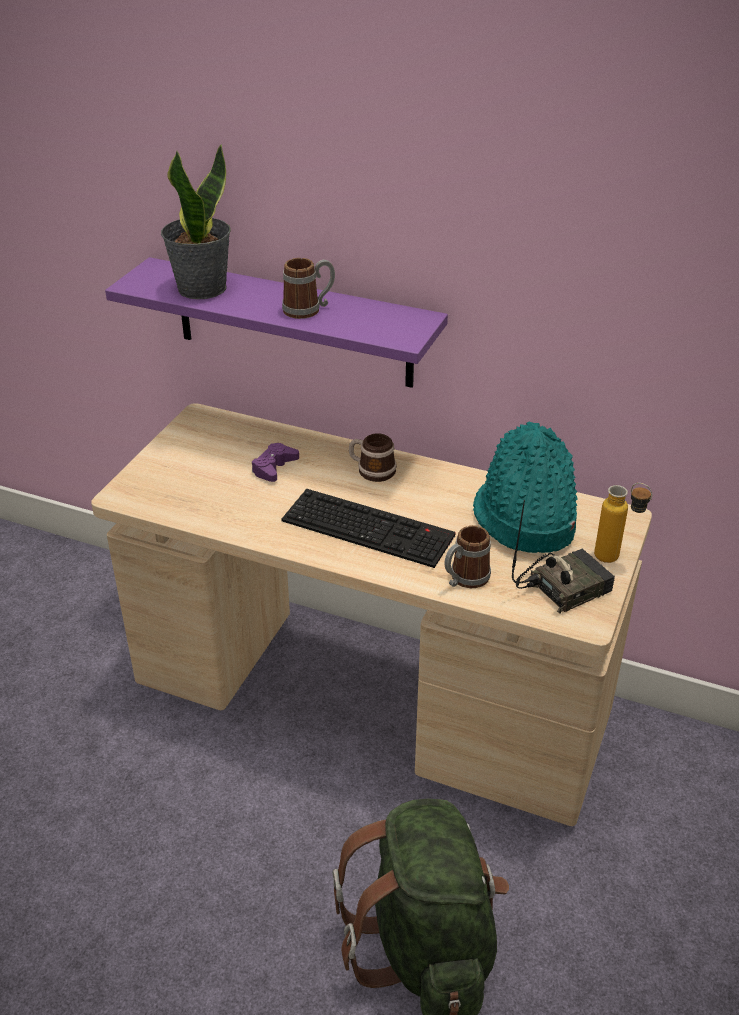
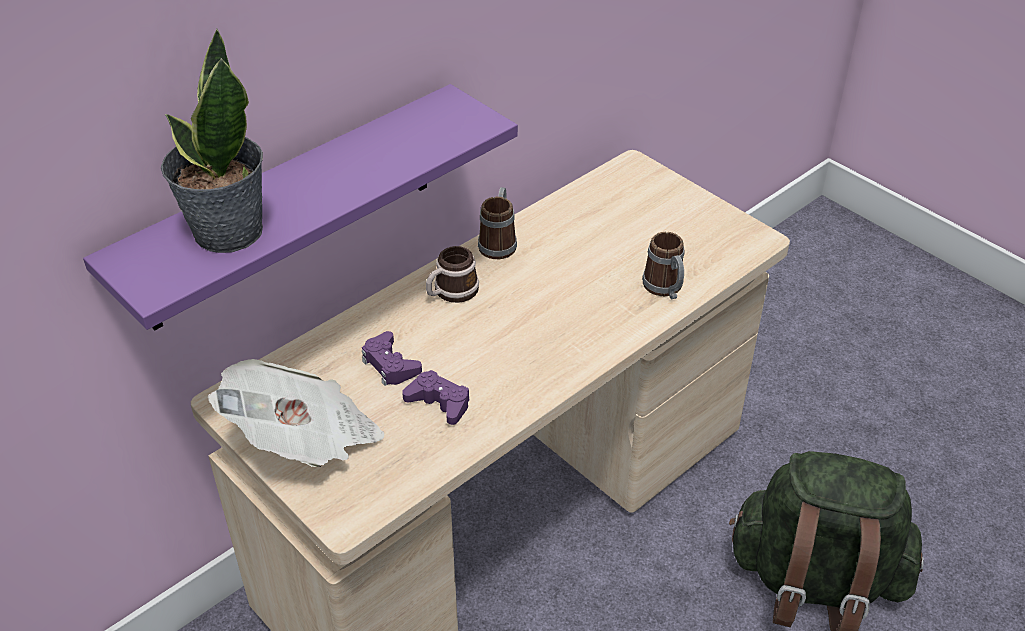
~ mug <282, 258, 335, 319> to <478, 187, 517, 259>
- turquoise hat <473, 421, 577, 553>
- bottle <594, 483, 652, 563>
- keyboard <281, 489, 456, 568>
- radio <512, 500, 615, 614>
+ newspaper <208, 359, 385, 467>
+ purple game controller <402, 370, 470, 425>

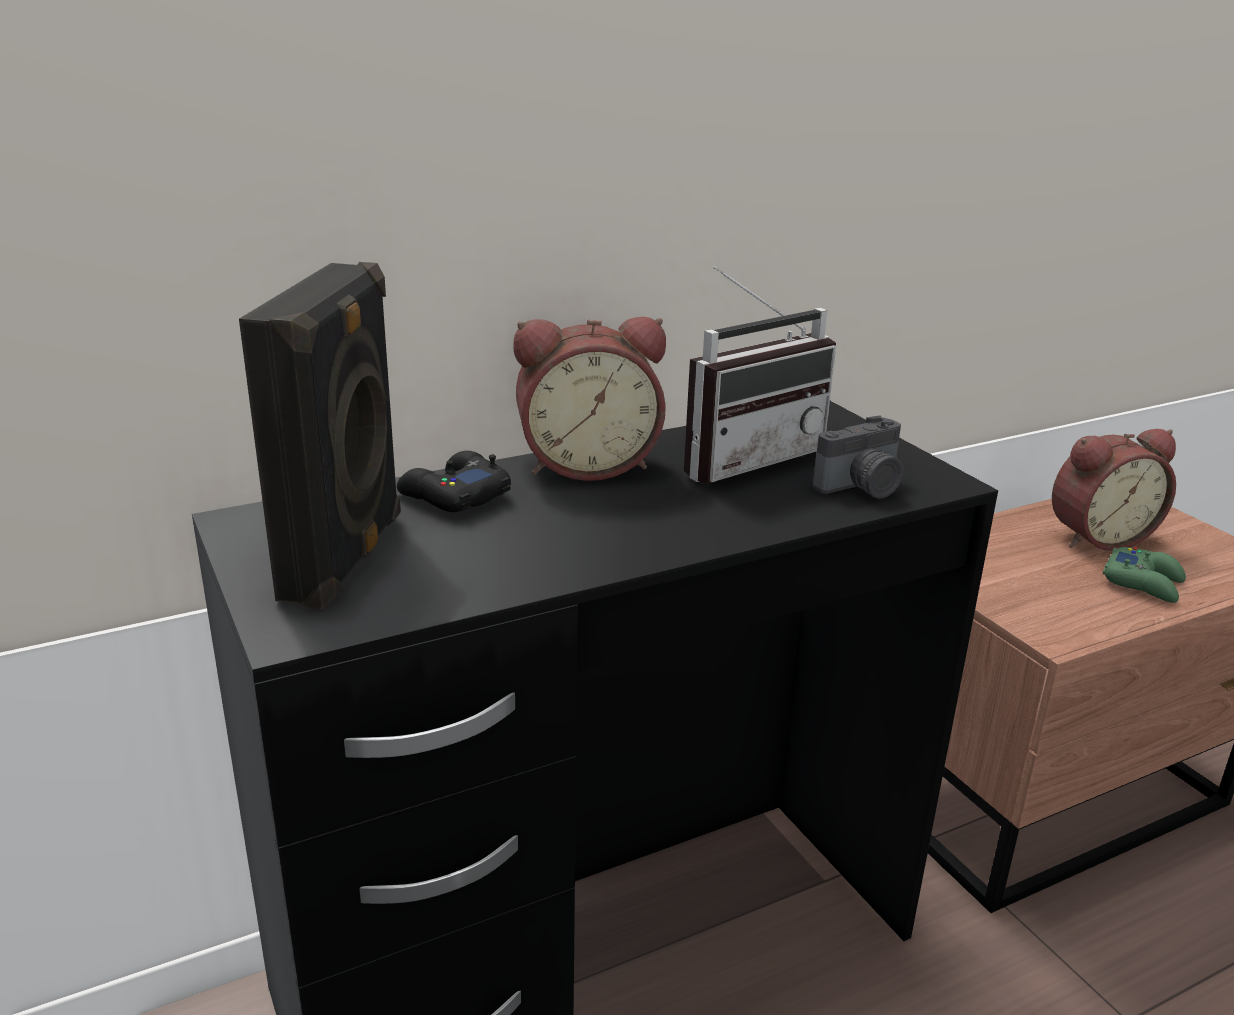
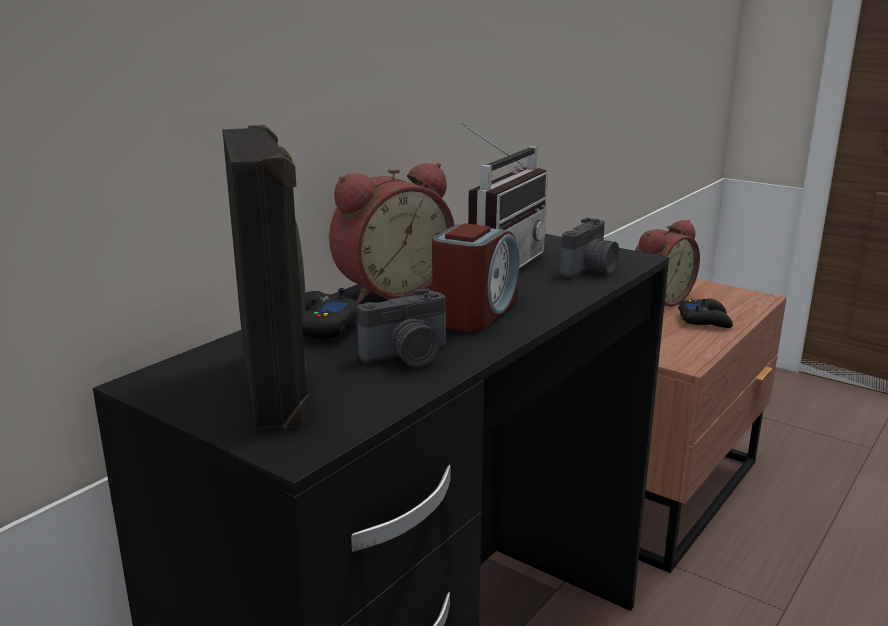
~ green game controller <1103, 547, 1186, 603> to black game controller <678, 299, 733, 328>
+ alarm clock <432, 223, 519, 332>
+ photo camera <357, 288, 446, 368>

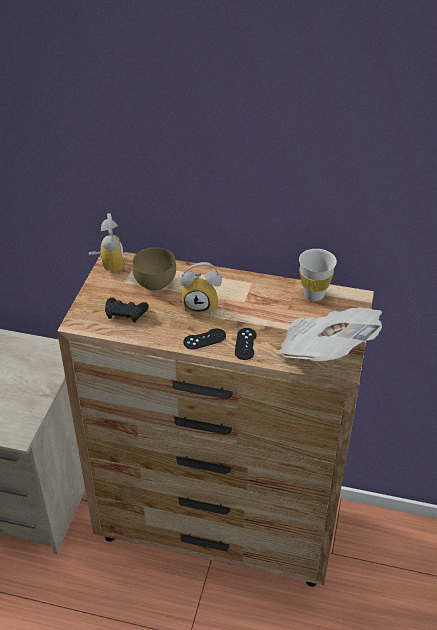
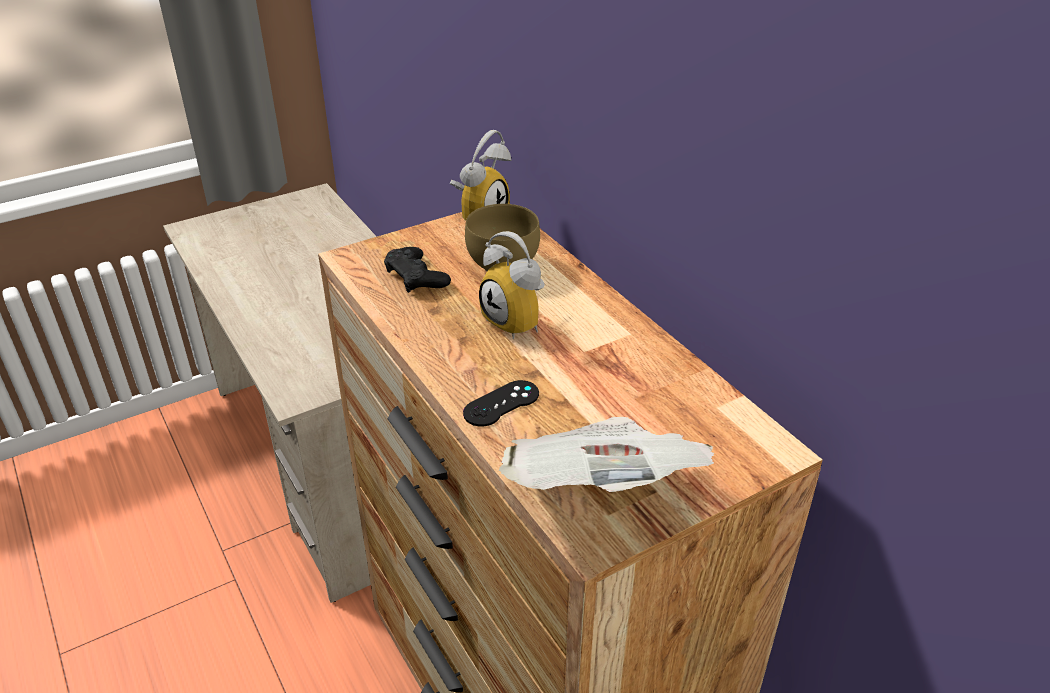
- white cup <299, 249, 337, 301>
- black game controller <183, 328, 226, 349>

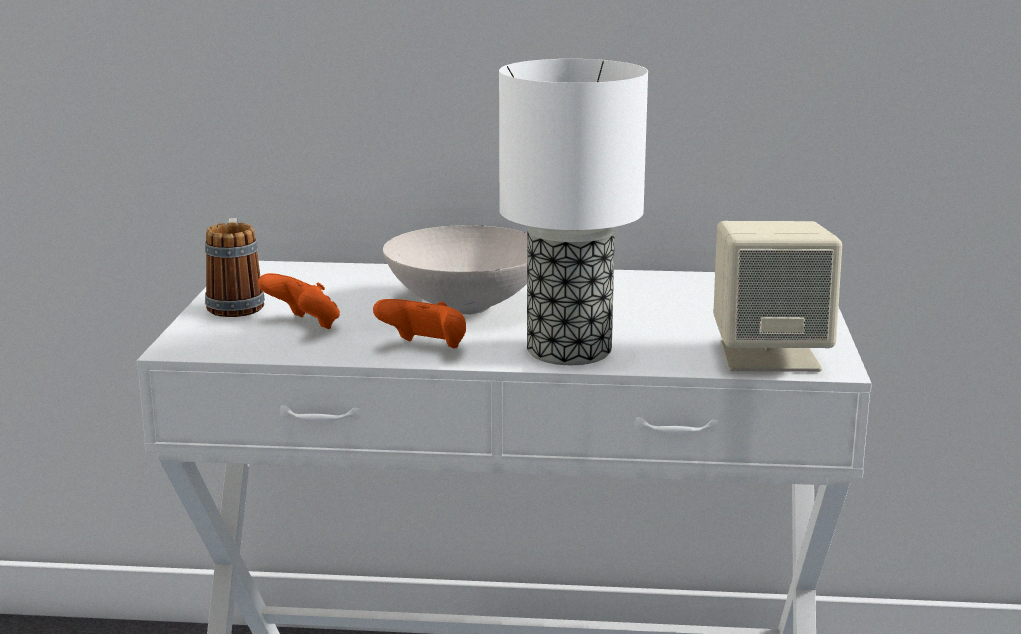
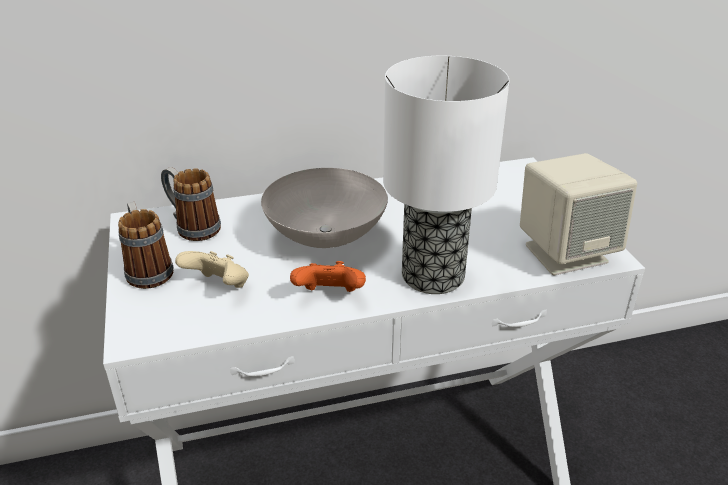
~ orange game controller <258, 273, 340, 329> to beige game controller <175, 251, 249, 288>
+ mug <161, 167, 221, 241>

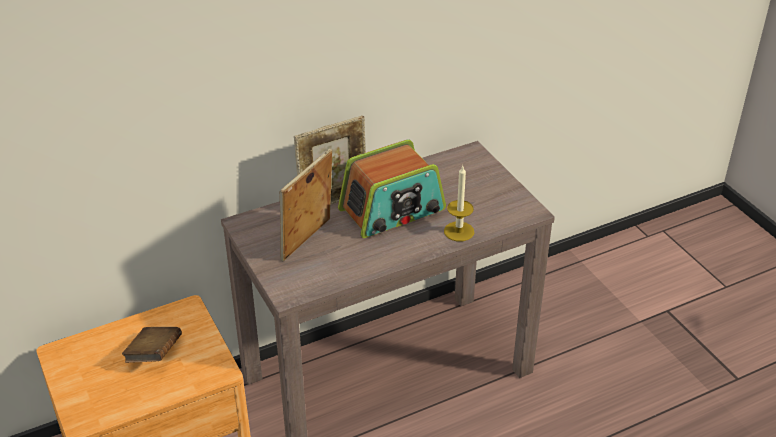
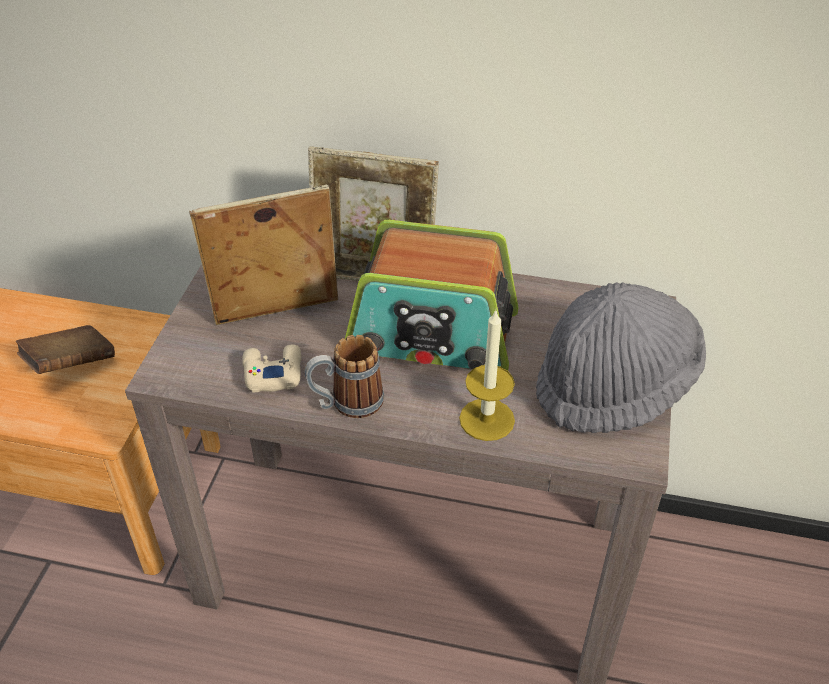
+ grey hat <536, 282, 706, 433>
+ mug <304, 335, 384, 418>
+ beige game controller <242, 344, 301, 392>

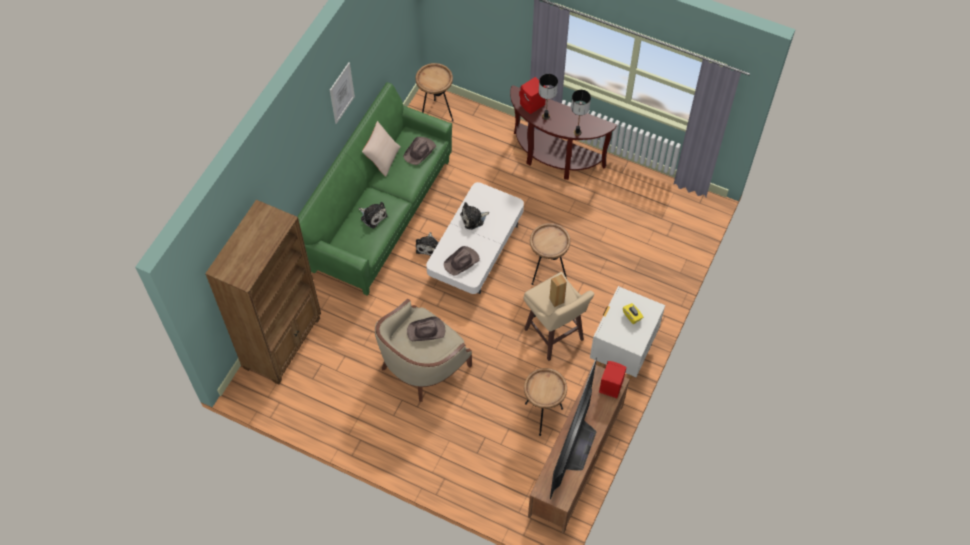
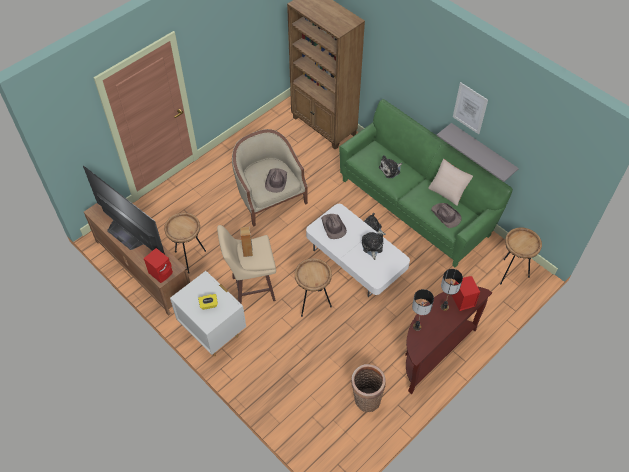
+ grey shelf <437, 123, 519, 182>
+ basket <351, 364, 386, 412>

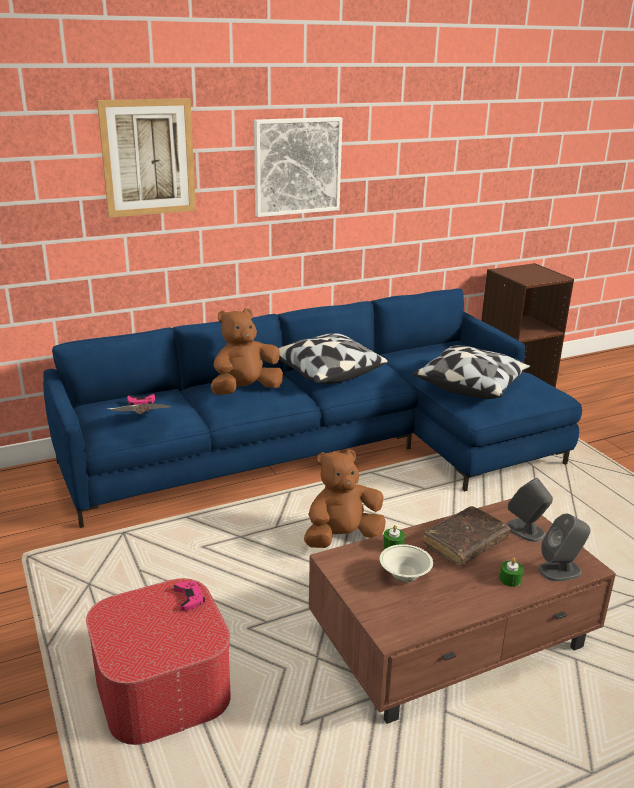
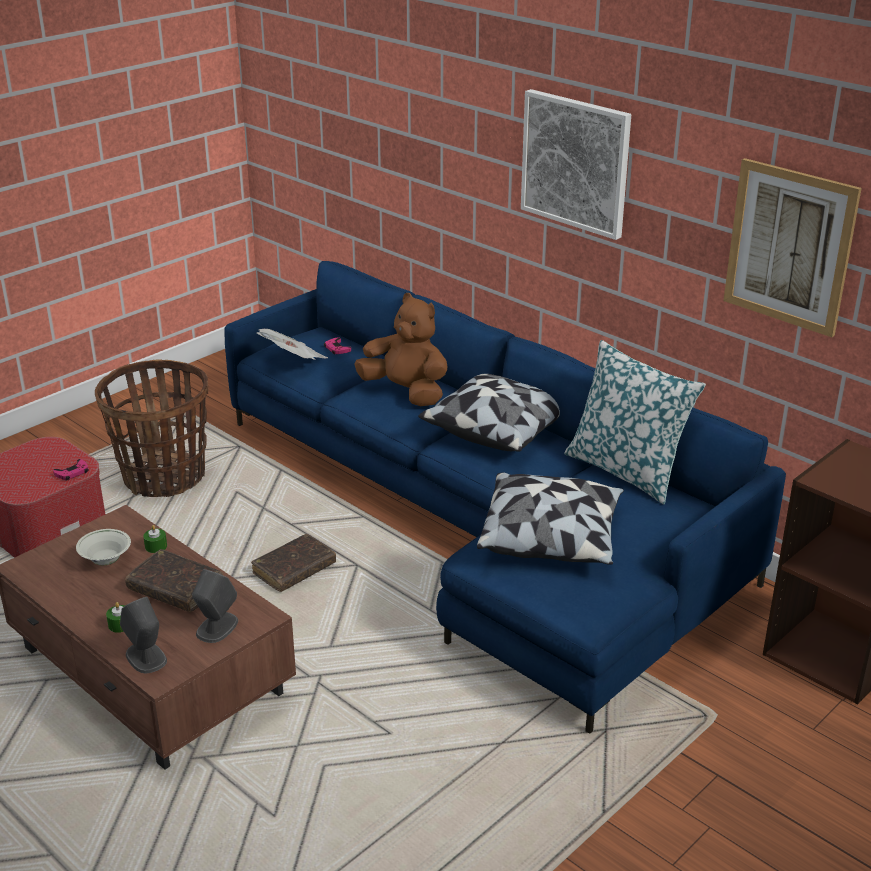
~ picture <97, 98, 196, 218> to <723, 158, 862, 337>
~ brown plush toy <304, 449, 386, 548> to brown book <251, 534, 336, 592>
+ pillow <564, 340, 706, 505>
+ basket <95, 359, 209, 497>

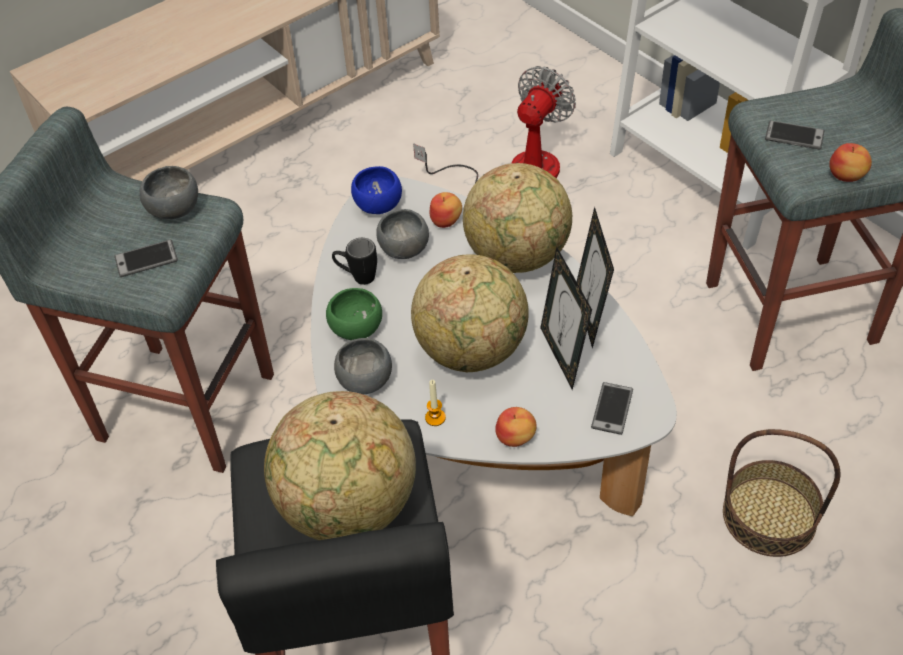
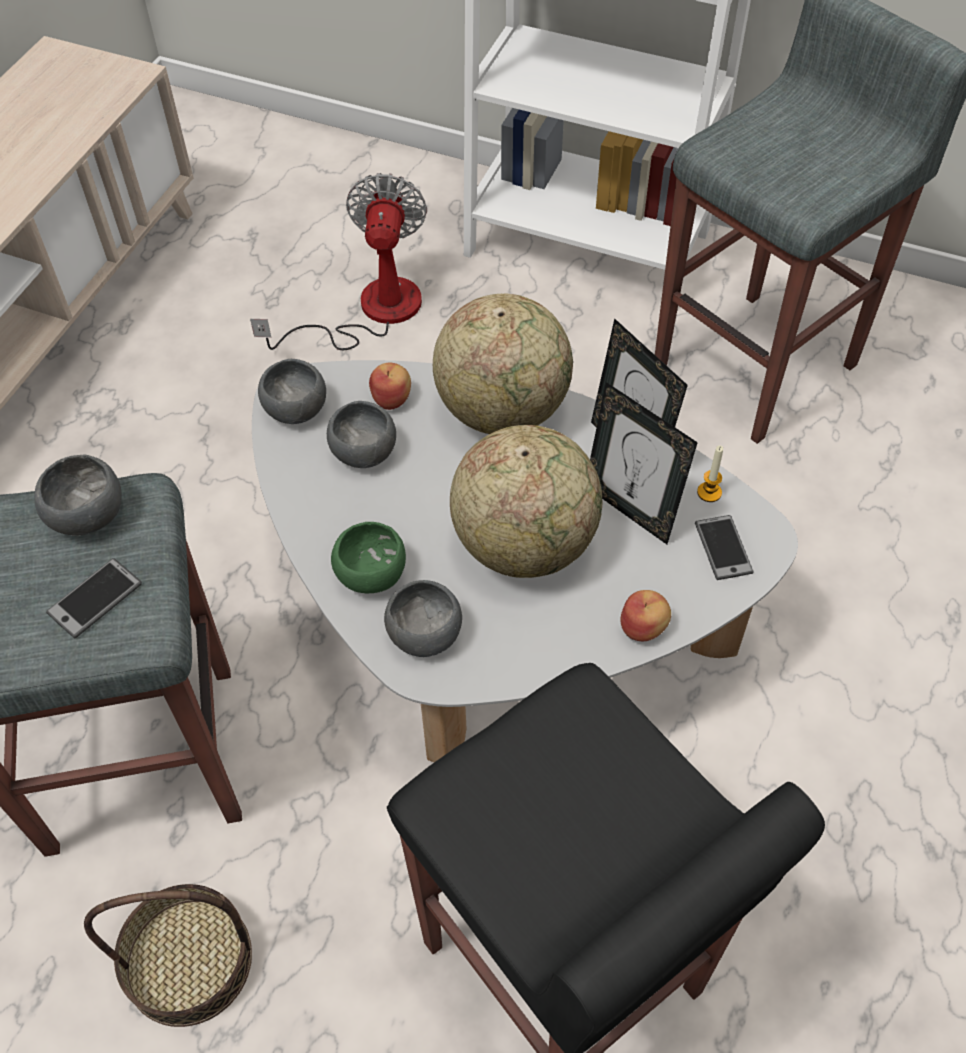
- phone <765, 121, 825, 150>
- apple <829, 143, 872, 182>
~ blue bowl <351, 166, 402, 214> to grey bowl <258, 359, 326, 424>
- black mug <332, 238, 377, 285>
~ candle <425, 380, 446, 426> to <697, 445, 723, 502>
- globe <264, 391, 416, 540>
~ basket <723, 429, 840, 557> to <84, 884, 252, 1027>

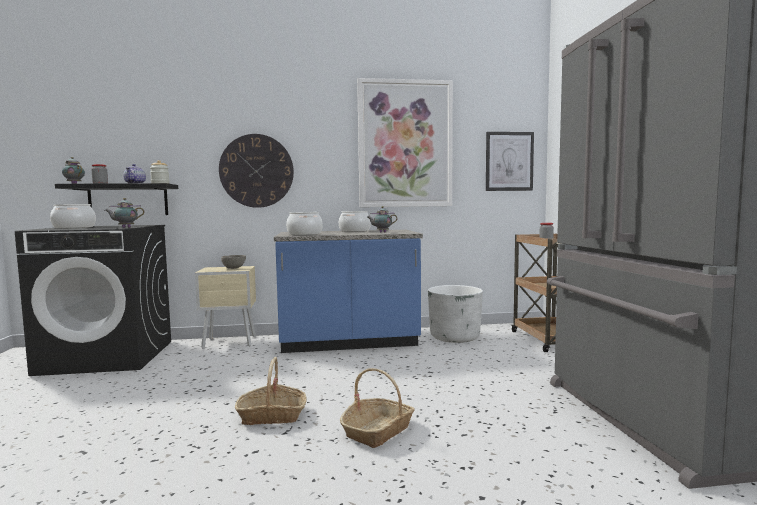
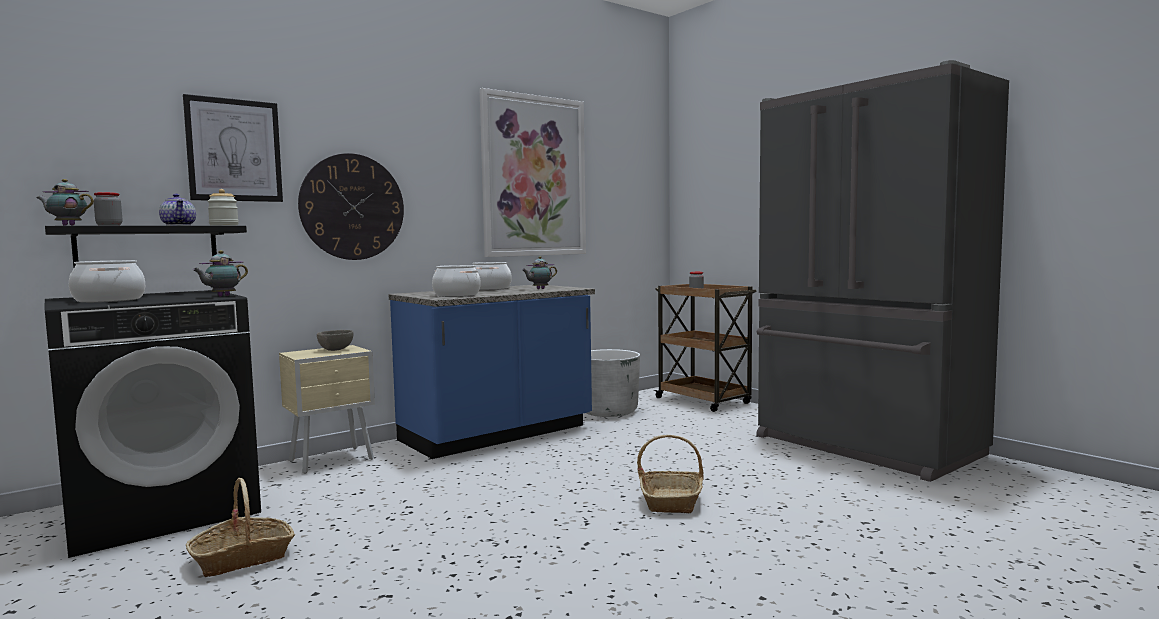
~ picture <486, 132, 534, 191> to <183, 94, 283, 202>
~ basket <235, 357, 307, 425> to <186, 478, 295, 577>

